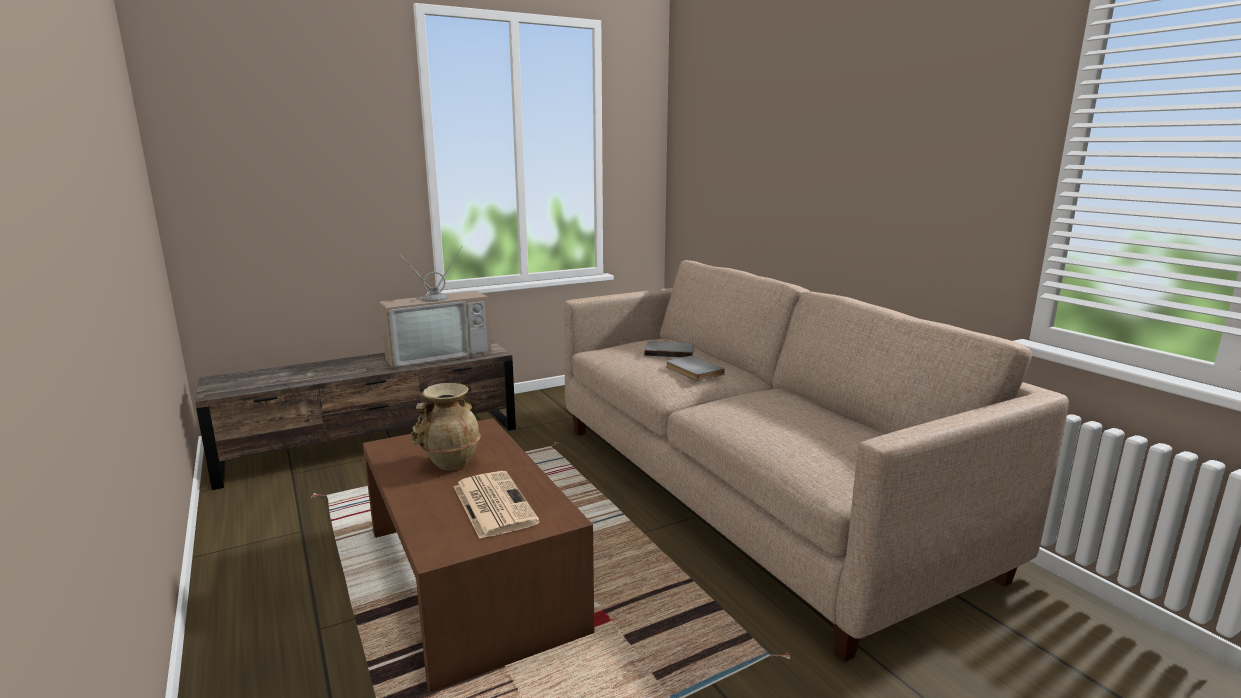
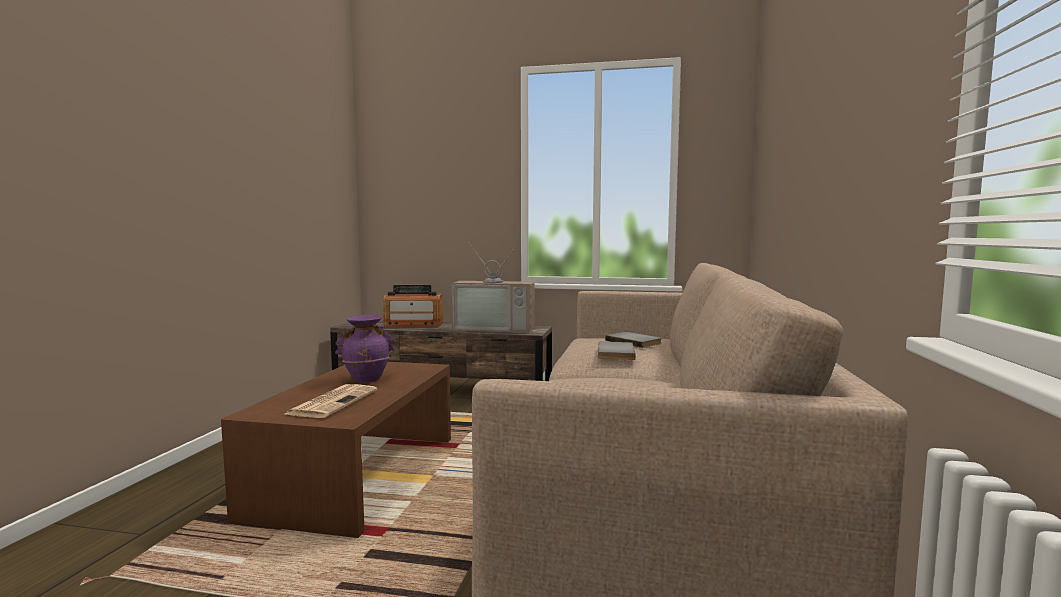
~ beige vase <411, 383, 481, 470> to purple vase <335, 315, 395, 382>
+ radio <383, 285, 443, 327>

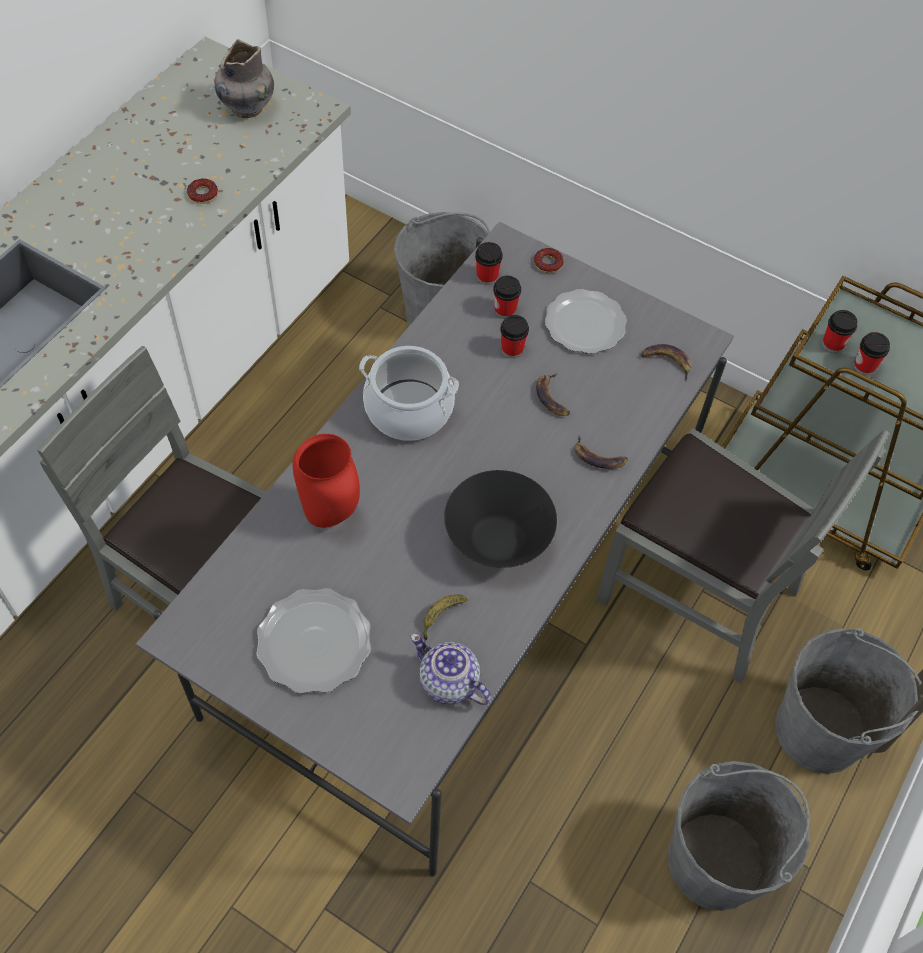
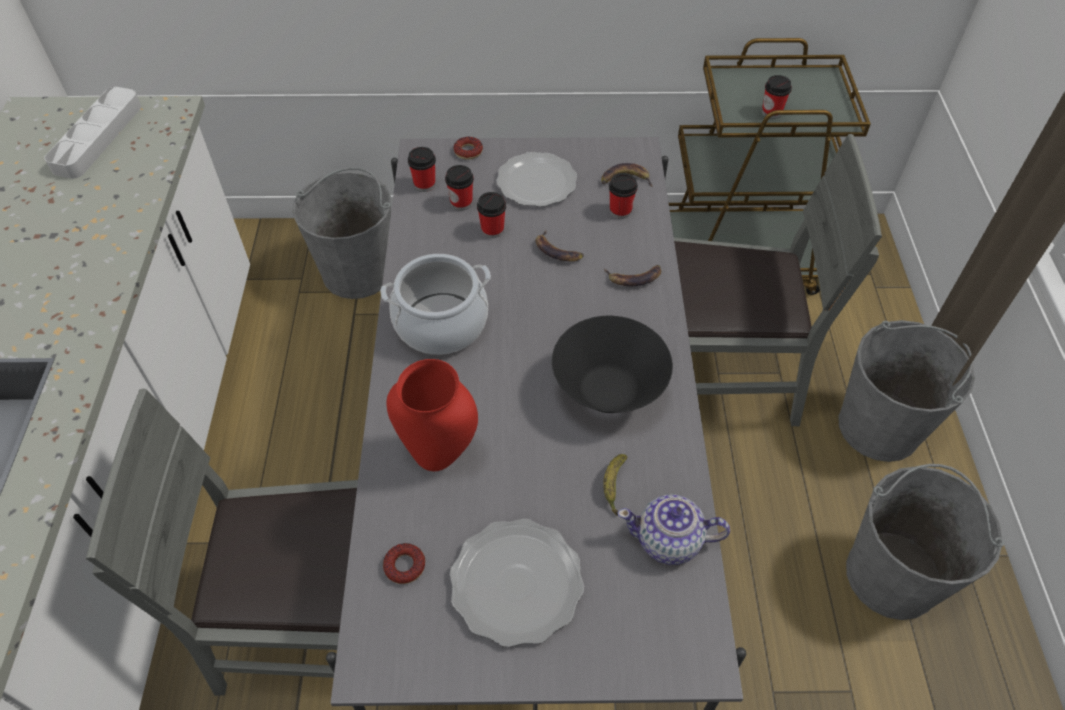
~ grey vase <215, 39, 274, 118> to grey tray <44, 87, 141, 179>
~ donut <187, 178, 218, 204> to <383, 543, 425, 584>
~ cup <822, 310, 857, 353> to <609, 173, 638, 219>

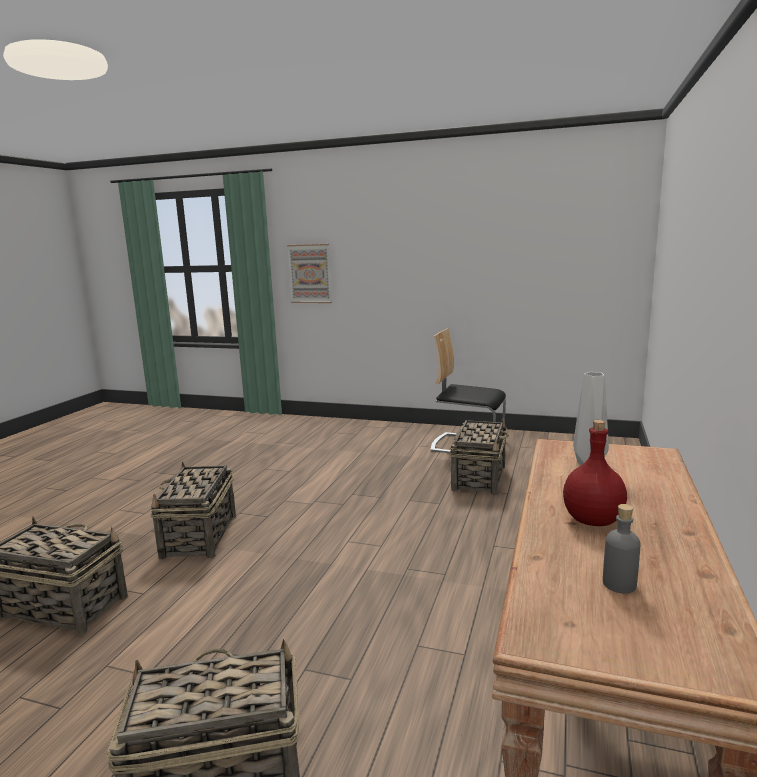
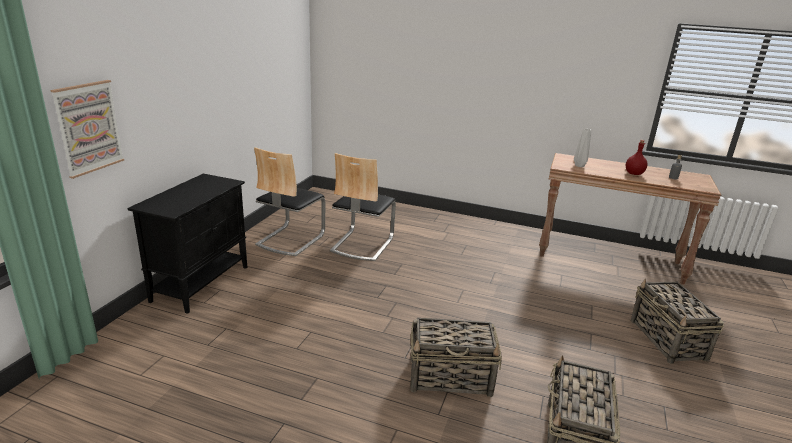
~ basket <449, 418, 509, 495> to chair <330, 153, 396, 261>
+ black cabinet <127, 174, 247, 314>

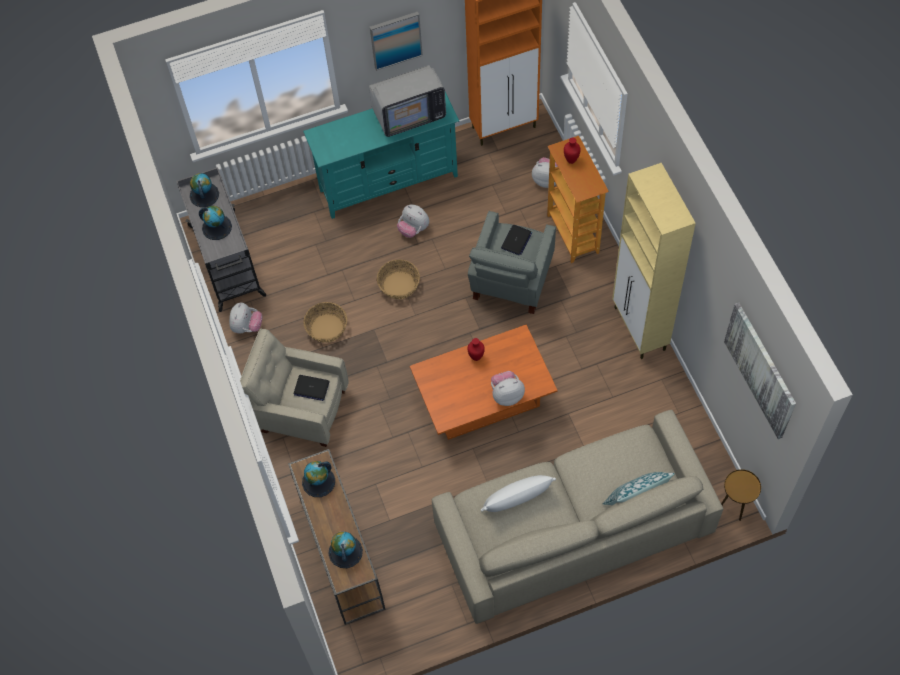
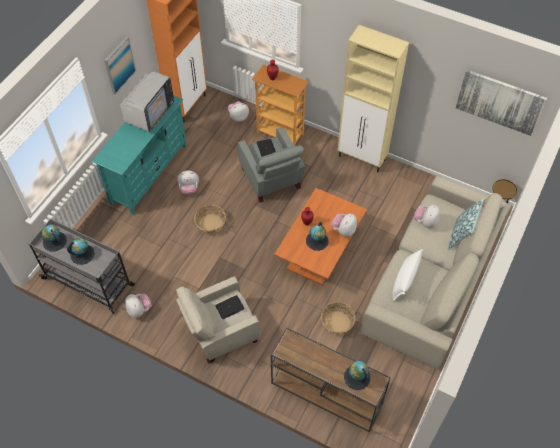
~ basket <303, 302, 347, 343> to <321, 302, 355, 334>
~ globe <302, 461, 335, 497> to <306, 222, 329, 251>
+ plush toy <414, 205, 440, 228>

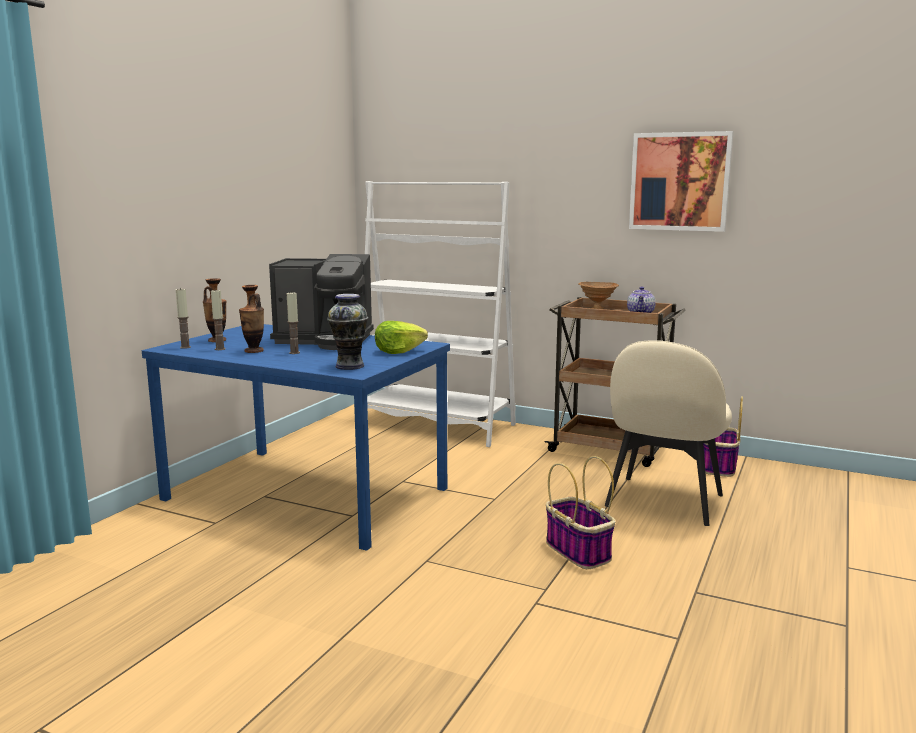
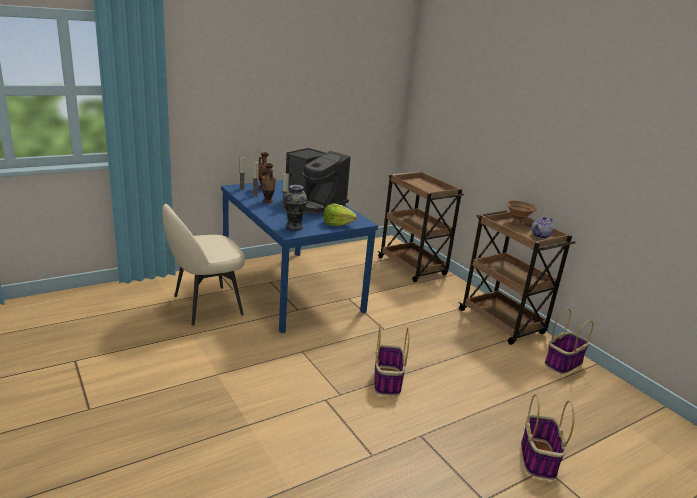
- picture <629, 131, 733, 232>
~ white bookcase <365, 181, 516, 447> to brown cart <378, 171, 464, 282>
~ beige chair <605, 340, 732, 526> to <162, 203, 245, 326>
+ basket <521, 394, 574, 480>

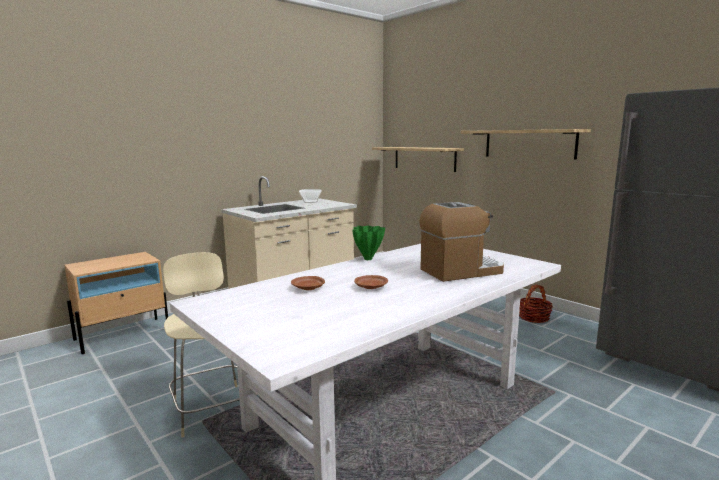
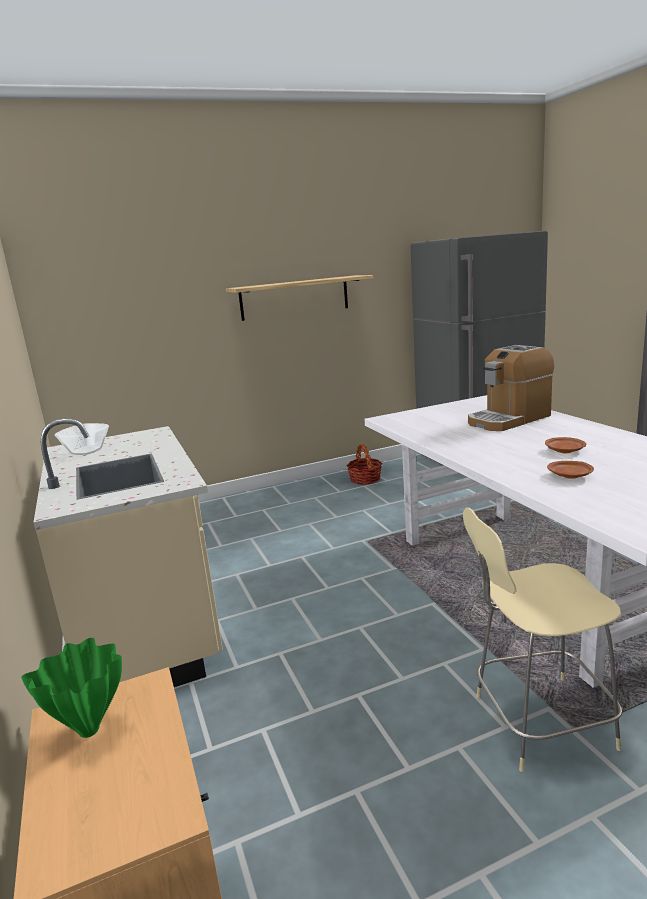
- shelf <372, 147, 464, 172>
~ coffee machine <419, 202, 504, 282> = <468, 345, 554, 431> 120 degrees counterclockwise
~ green vase <352, 226, 385, 260> to <21, 638, 122, 738>

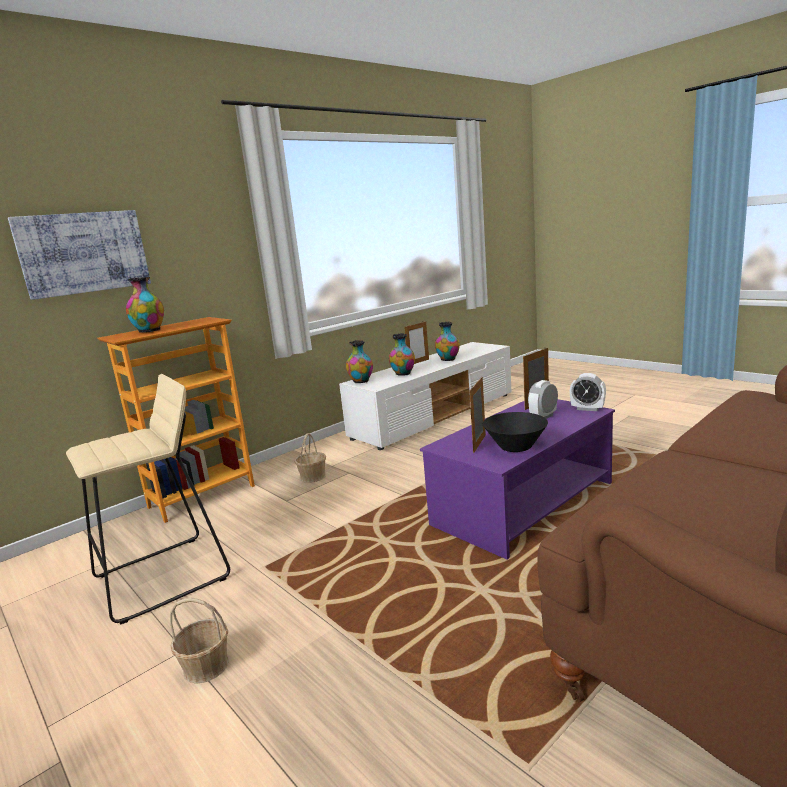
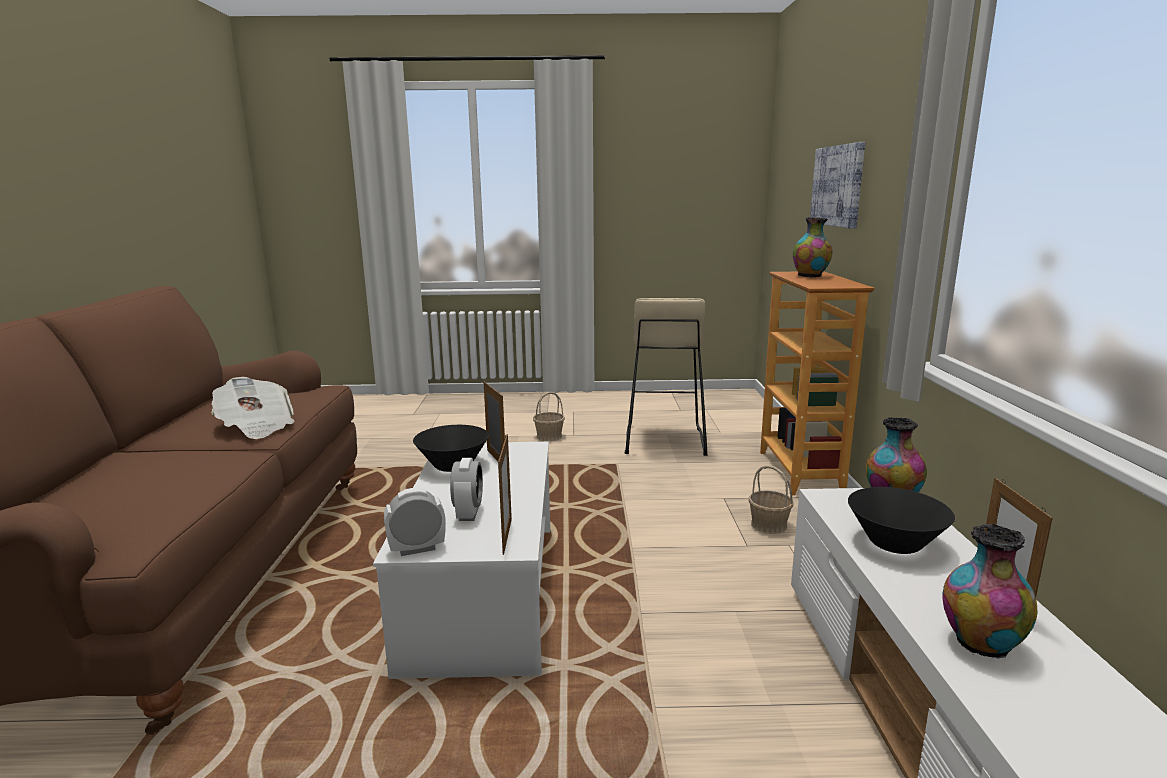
~ vase <389, 333, 415, 376> to black bowl <848, 487, 955, 554>
~ purple coffee table <420, 399, 615, 559> to white coffee table <373, 442, 550, 679>
+ newspaper <212, 377, 295, 439>

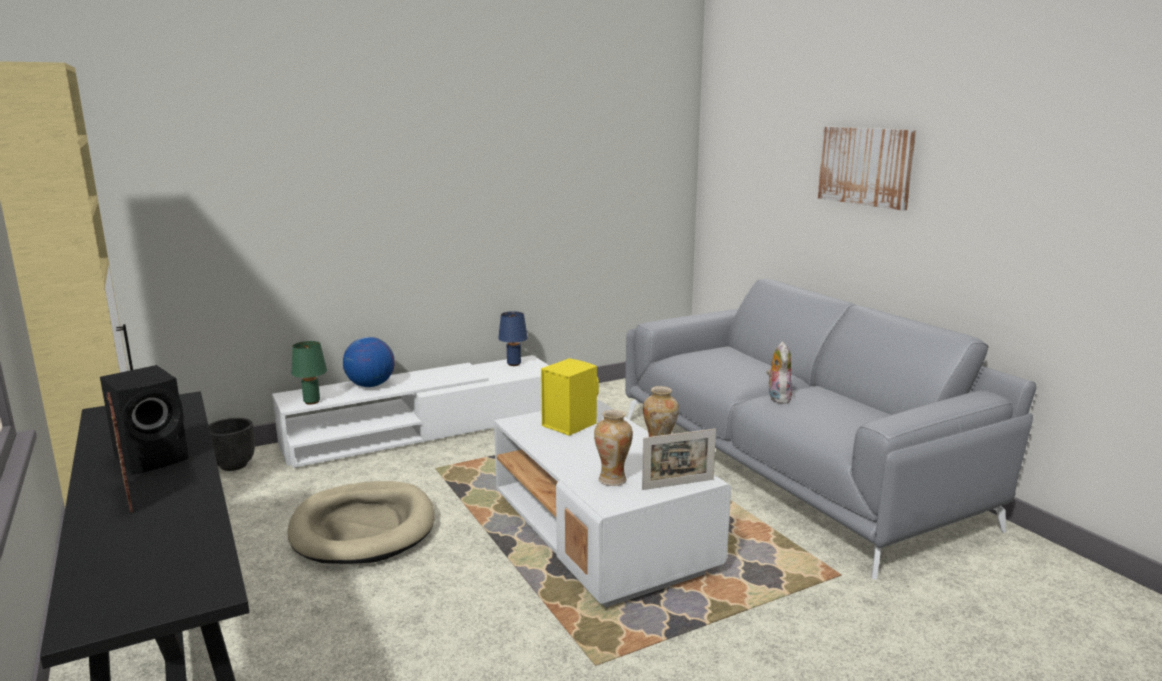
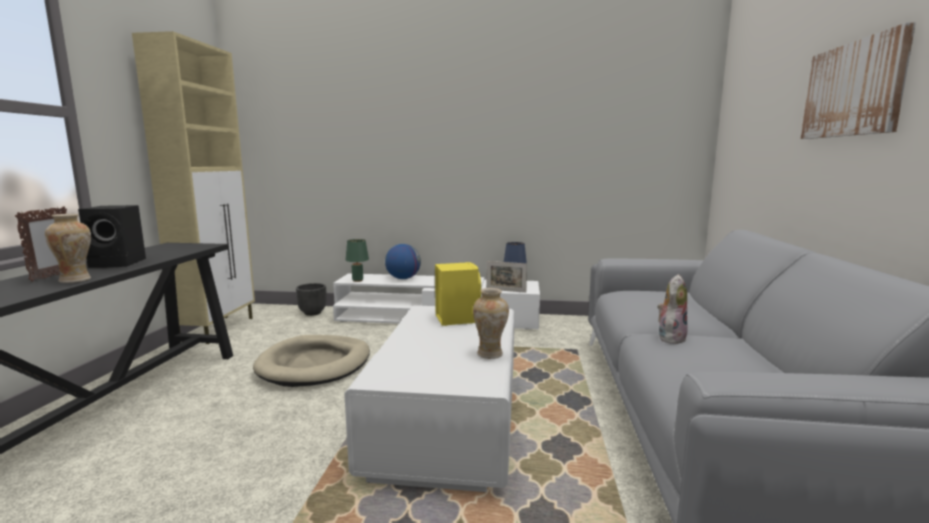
~ vase <594, 410, 633, 486> to <45, 214, 91, 283>
~ picture frame <642, 428, 716, 490> to <486, 261, 527, 293>

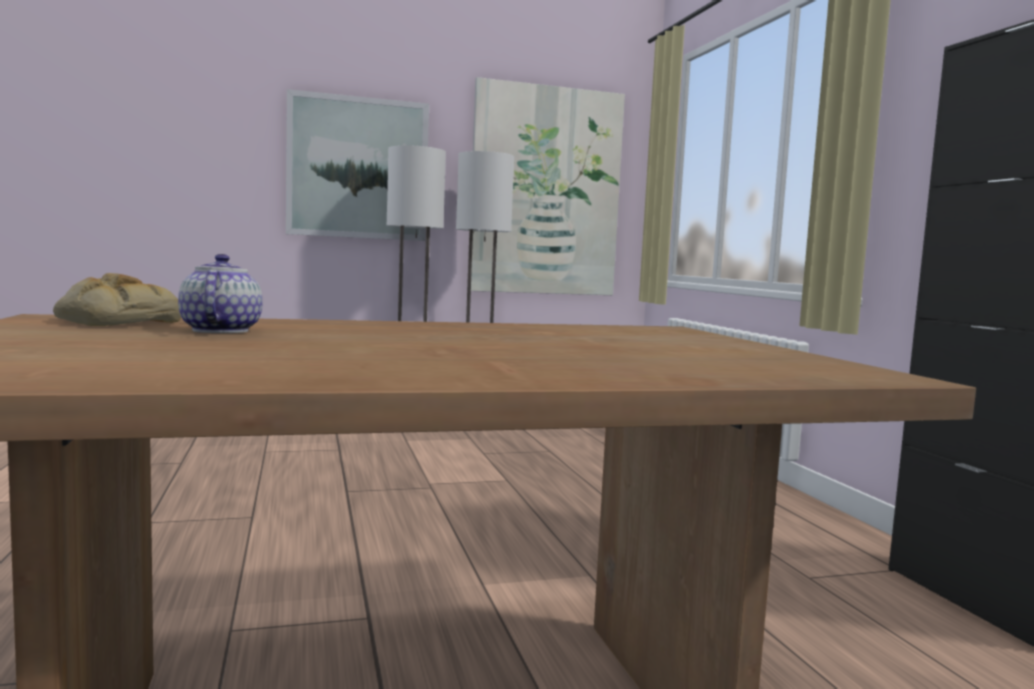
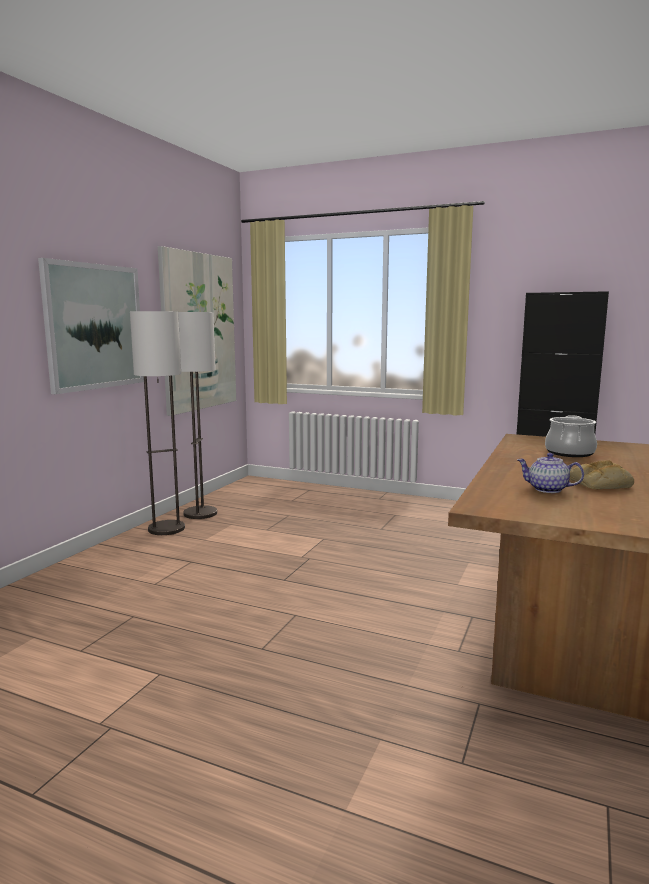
~ bread <53, 273, 181, 326> to <570, 460, 634, 489>
+ cooking pot <545, 415, 597, 457>

